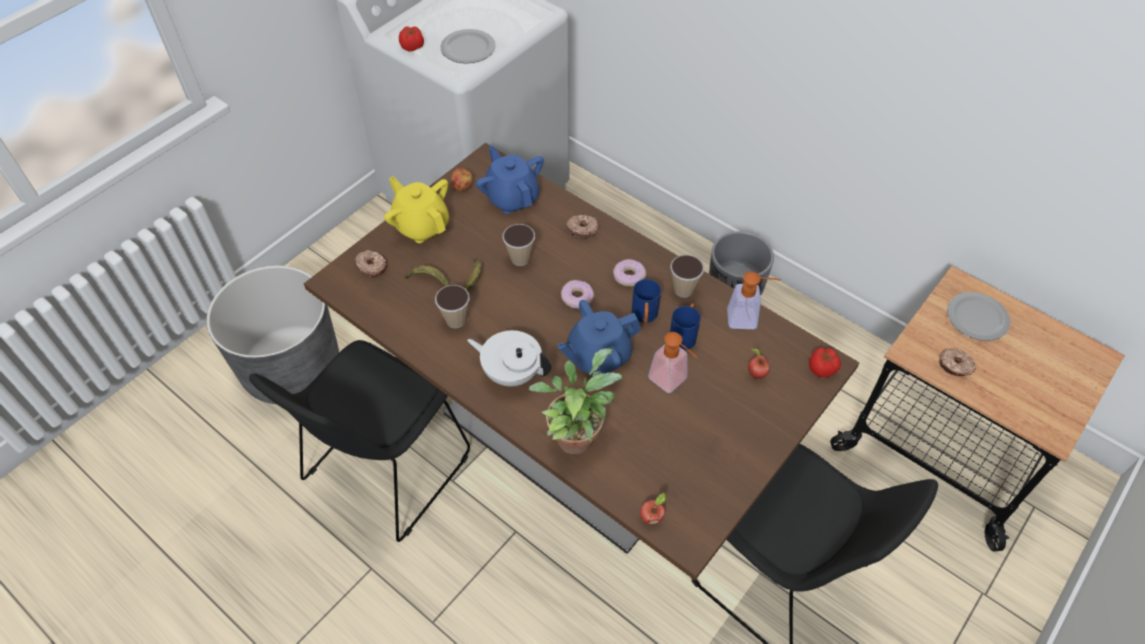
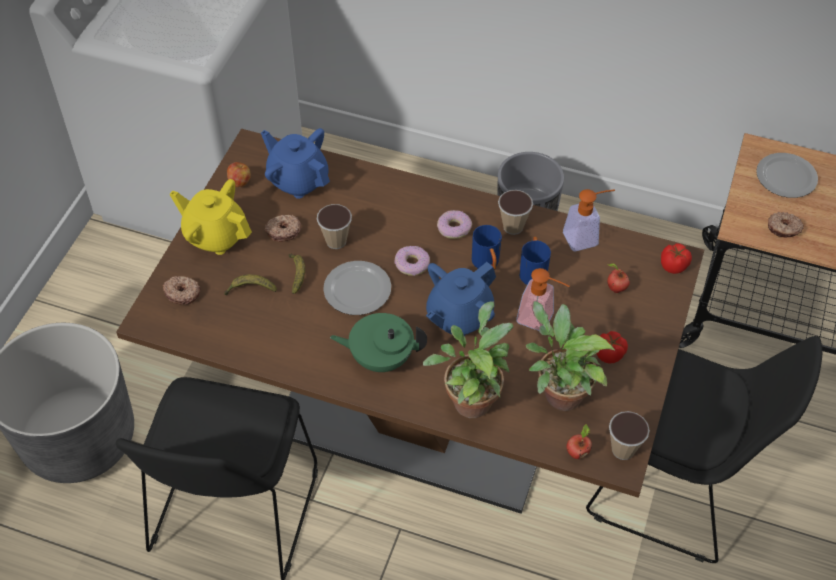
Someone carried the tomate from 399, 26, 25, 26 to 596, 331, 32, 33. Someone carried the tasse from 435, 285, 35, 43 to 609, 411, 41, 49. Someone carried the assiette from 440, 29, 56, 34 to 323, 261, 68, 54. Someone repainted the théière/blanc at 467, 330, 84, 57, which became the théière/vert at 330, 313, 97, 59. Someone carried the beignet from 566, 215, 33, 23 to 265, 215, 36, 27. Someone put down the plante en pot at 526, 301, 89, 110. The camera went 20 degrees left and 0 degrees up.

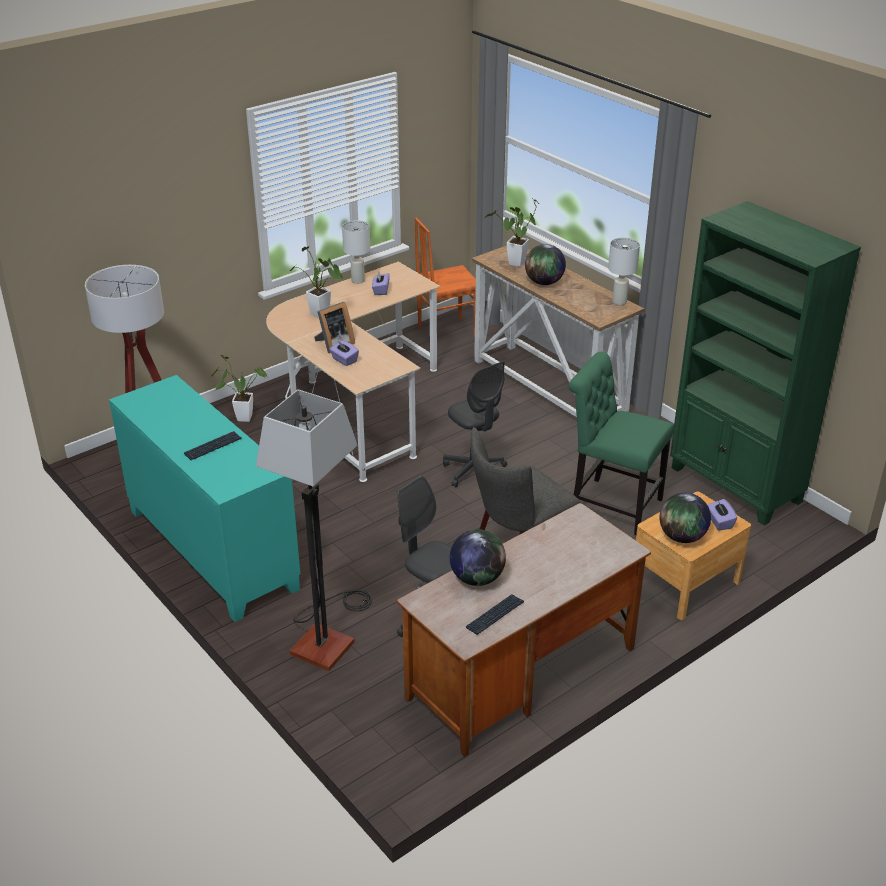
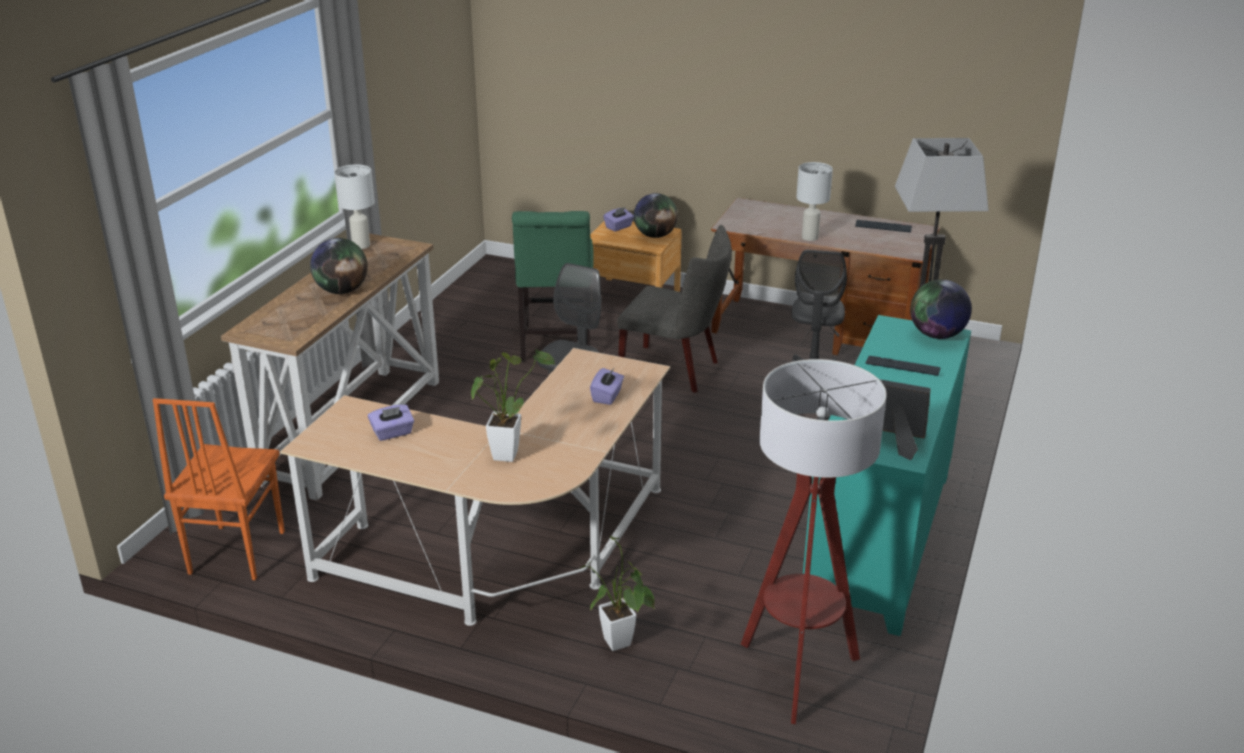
Someone carried the cadre photo from 314, 302, 41, 51 to 879, 379, 51, 82. Someone carried the lampe de table/blanc from 342, 220, 28, 64 to 796, 162, 37, 79. Someone rotated the chaise/orange at 415, 218, 61, 119 by 60 degrees clockwise. Someone carried the globe from 450, 529, 56, 57 to 910, 279, 62, 60. Someone took away the plante en pot at 485, 198, 54, 69. Someone took away the bibliothèque/vert at 670, 201, 191, 324. The camera went 120 degrees left and 5 degrees down.

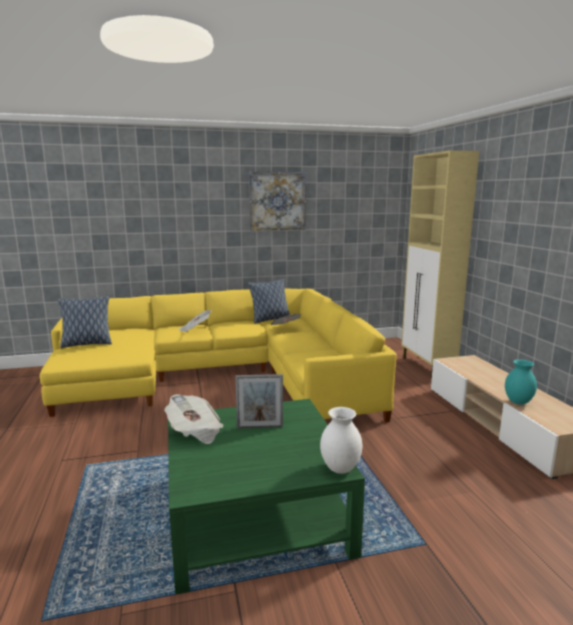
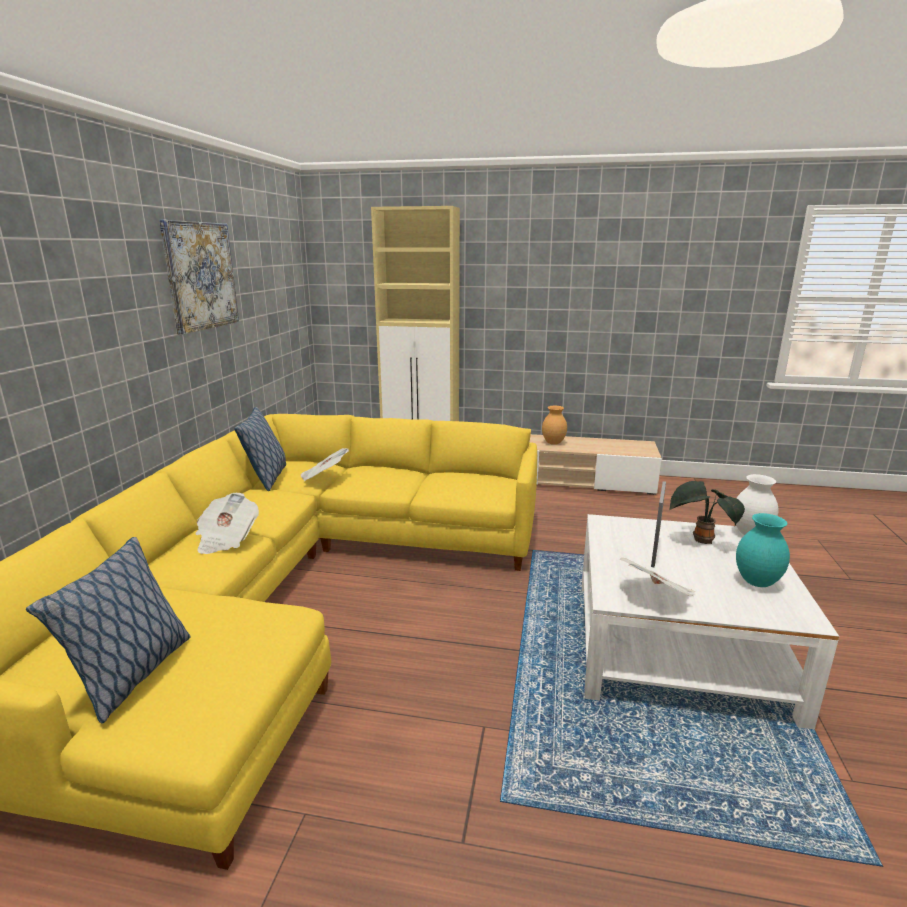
Someone repainted the table basse/vert at 168, 399, 197, 196, which became the table basse/blanc at 582, 514, 257, 215. Someone carried the vase/turquoise from 505, 359, 32, 46 to 736, 513, 54, 74. Someone put down the vase/marron at 542, 406, 25, 39. Someone put down the plante en pot at 669, 481, 76, 63. The camera went 65 degrees left and 5 degrees up.

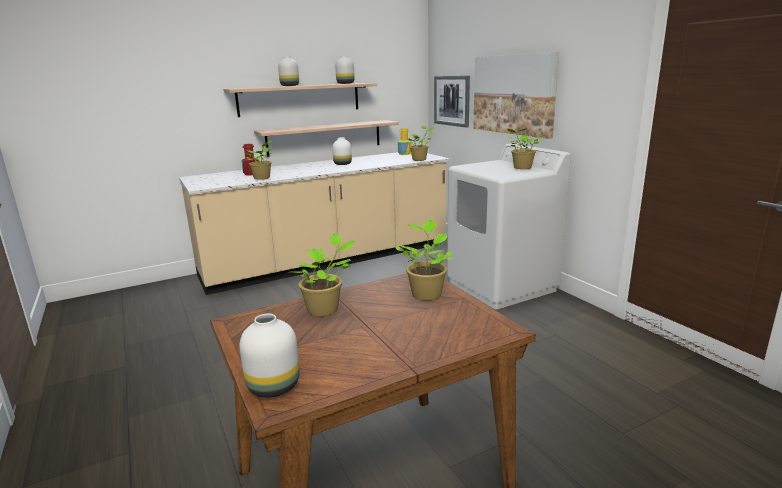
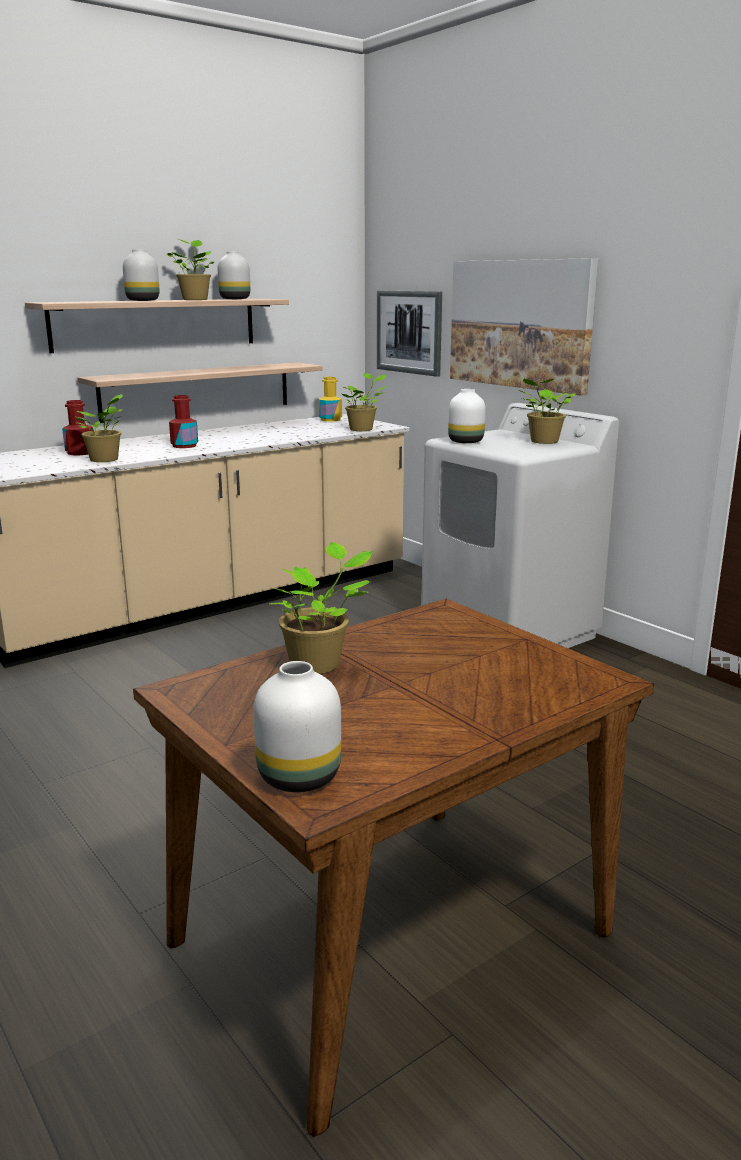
Someone carried the vase/blanc from 332, 137, 20, 28 to 448, 389, 38, 54. Someone carried the plante en pot from 395, 219, 58, 82 to 167, 239, 47, 61. Someone put down the bouteille/rouge at 169, 395, 29, 53. The camera went 10 degrees left and 0 degrees up.

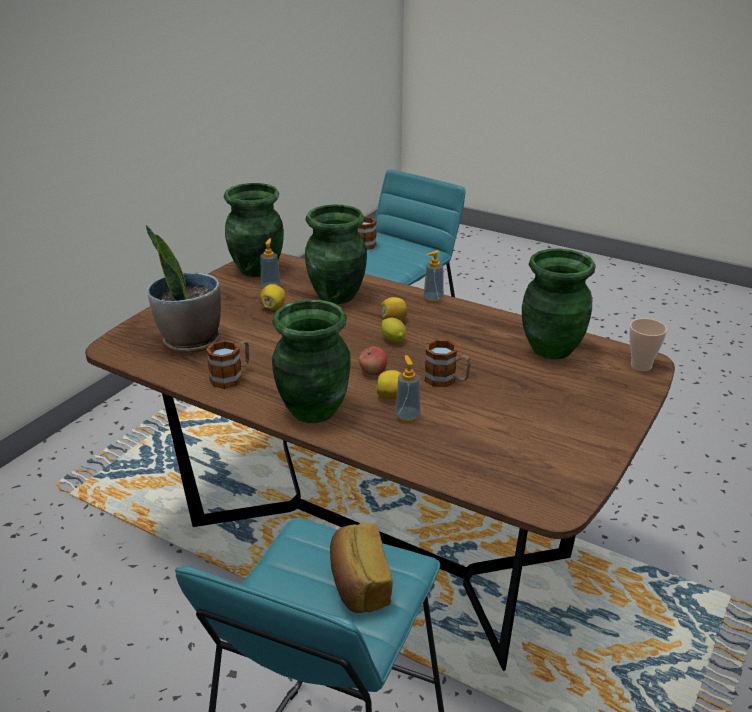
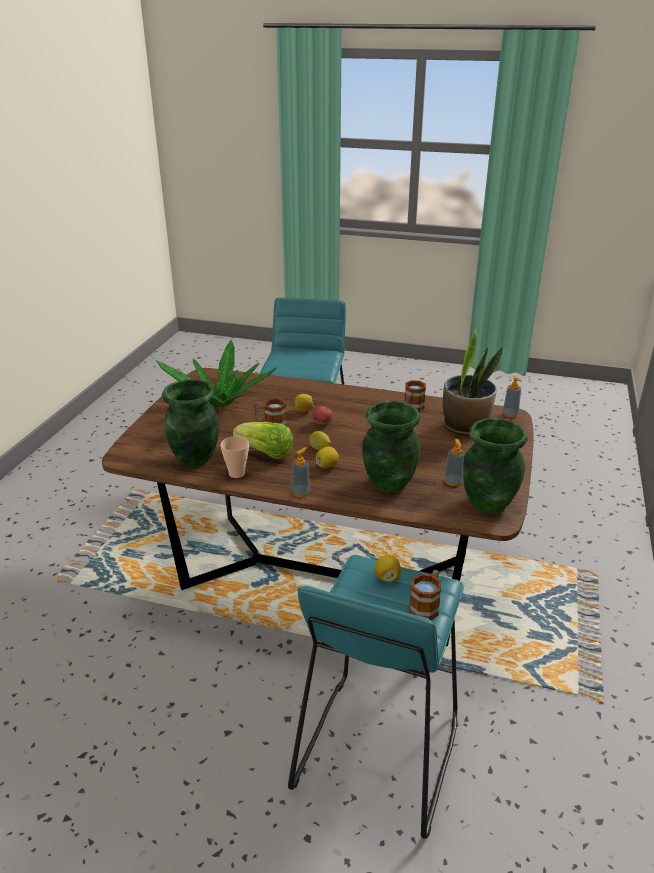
Someone carried the citron from 260, 284, 25, 26 to 375, 555, 26, 27. Someone took away the vase/vert at 272, 299, 79, 124. Someone took away the pain at 330, 523, 63, 90. Someone carried the distributeur de savon from 396, 355, 25, 68 to 503, 376, 19, 41. Someone carried the tasse from 629, 318, 38, 53 to 220, 436, 29, 42. Someone put down the plante en pot at 156, 340, 120, 67. Someone put down the laitue at 233, 422, 60, 38. The camera went 165 degrees right and 0 degrees up.

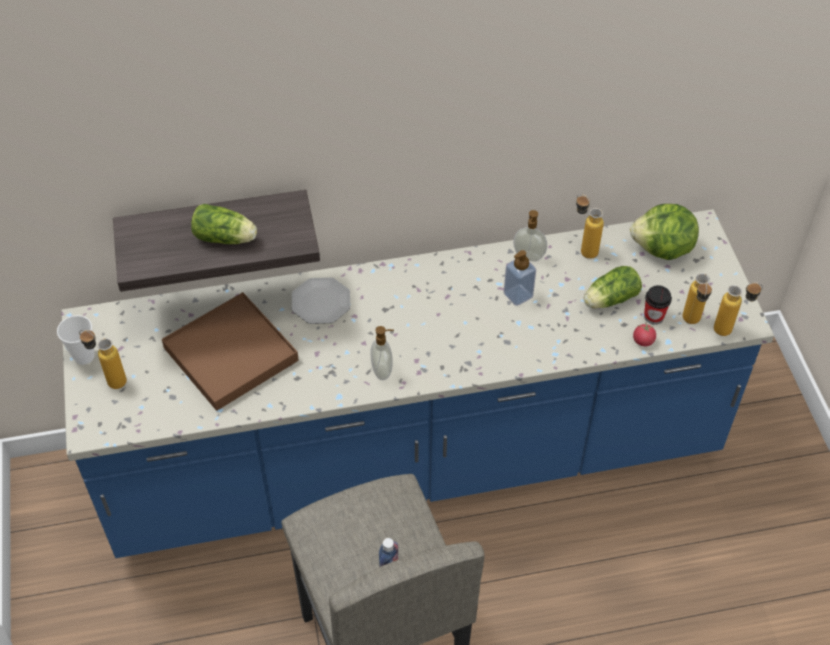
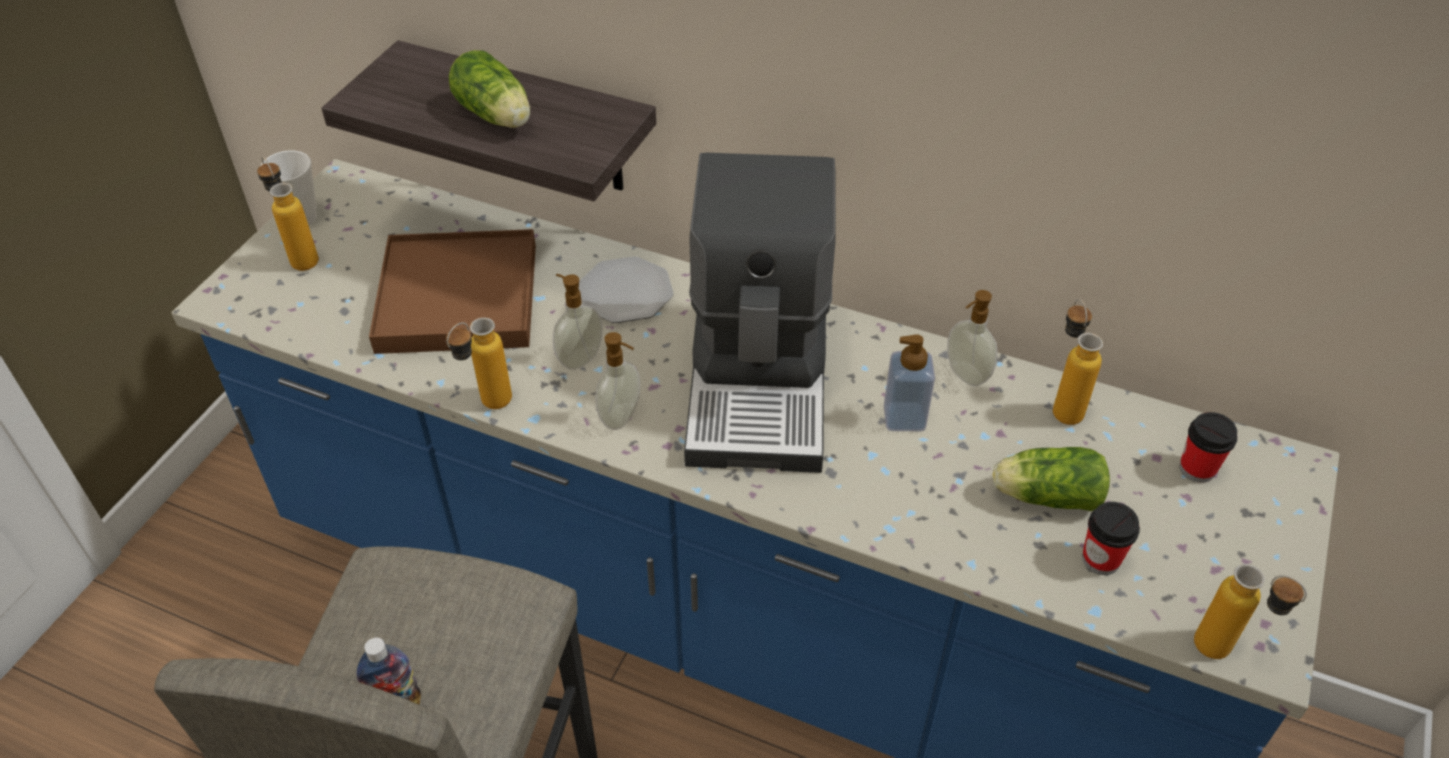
Someone swapped the laitue at 630, 204, 69, 56 for the tasse at 1180, 412, 57, 71. Someone took away the tomate at 633, 324, 23, 22. Someone carried the bouteille from 682, 273, 30, 51 to 446, 318, 66, 91. Someone put down the distributeur de savon at 553, 274, 50, 96. Someone put down the machine à café at 684, 153, 151, 320. The camera went 35 degrees right and 5 degrees down.

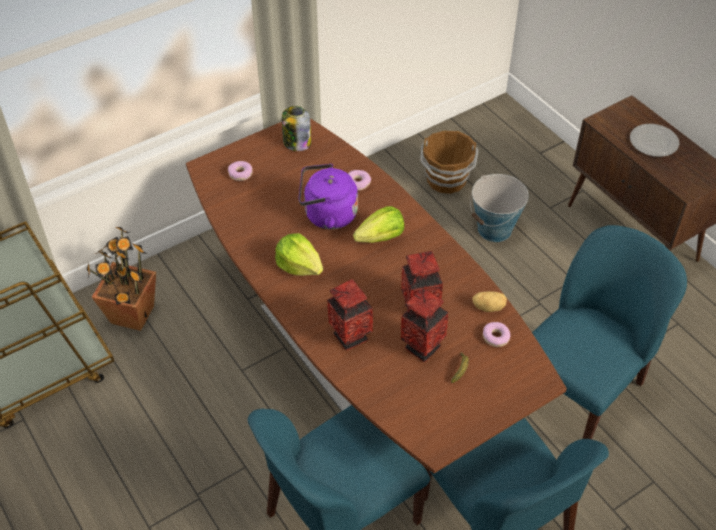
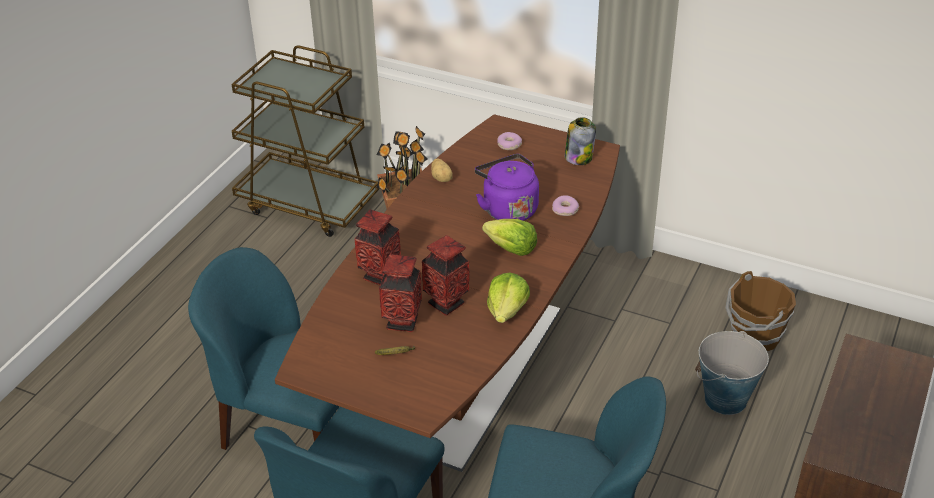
Someone carried the laitue from 275, 233, 48, 43 to 487, 273, 43, 50. Someone carried the pomme de terre from 472, 291, 35, 21 to 431, 159, 22, 23. Someone took away the beignet at 483, 322, 27, 25. Someone took away the assiette at 630, 124, 50, 33. The camera went 60 degrees right and 10 degrees down.

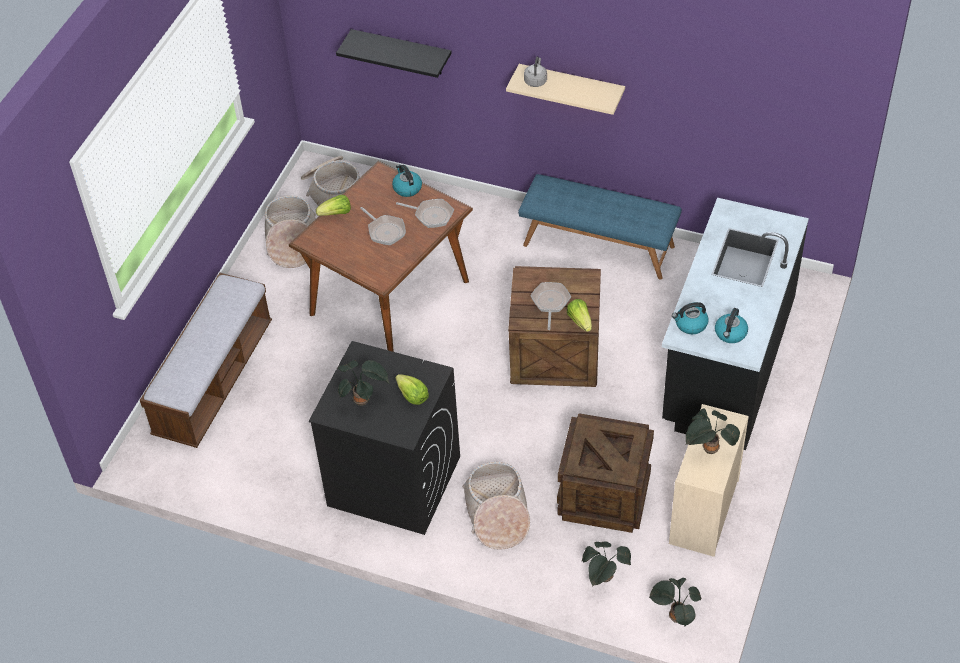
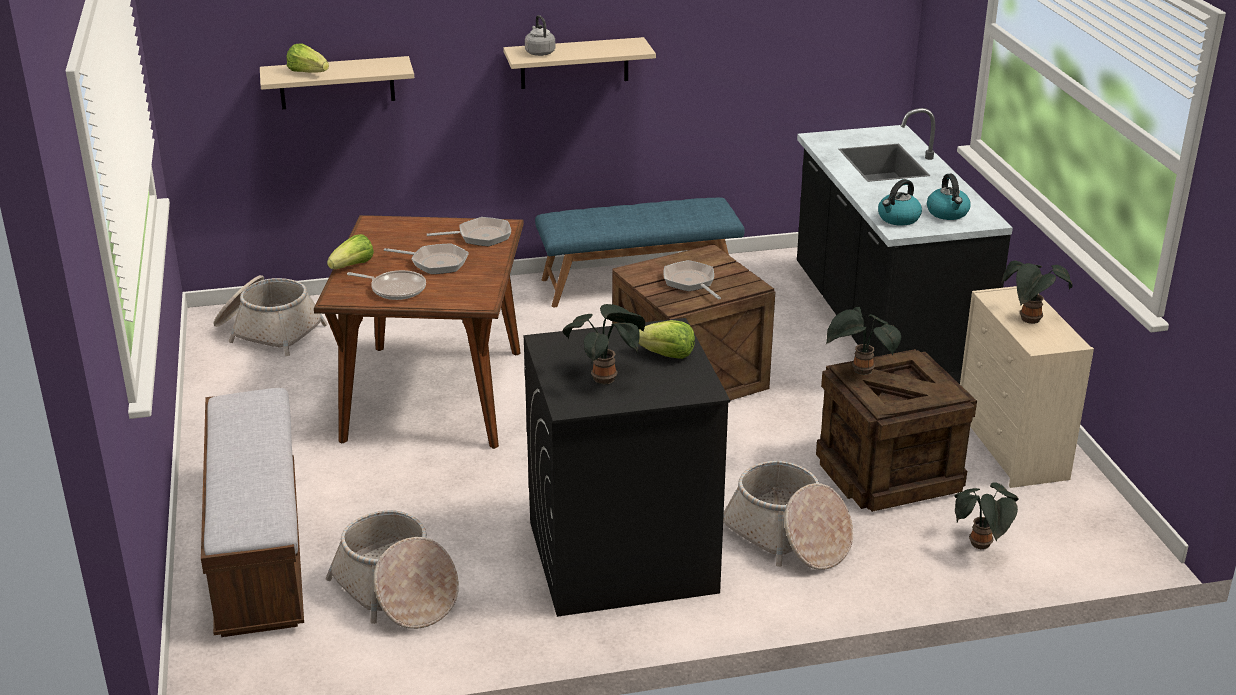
Someone carried the panier from 265, 196, 51, 72 to 325, 510, 134, 119. Someone repainted the étagère/noir at 336, 29, 116, 49, which became the étagère/beige at 260, 56, 154, 53. Someone took away the bouilloire at 392, 164, 30, 33. Someone carried the laitue from 567, 299, 25, 33 to 286, 43, 43, 30. Someone carried the plante en pot from 649, 578, 52, 48 to 826, 307, 75, 68. Someone put down the poêle at 347, 270, 79, 30. The camera went 35 degrees left and 20 degrees down.

